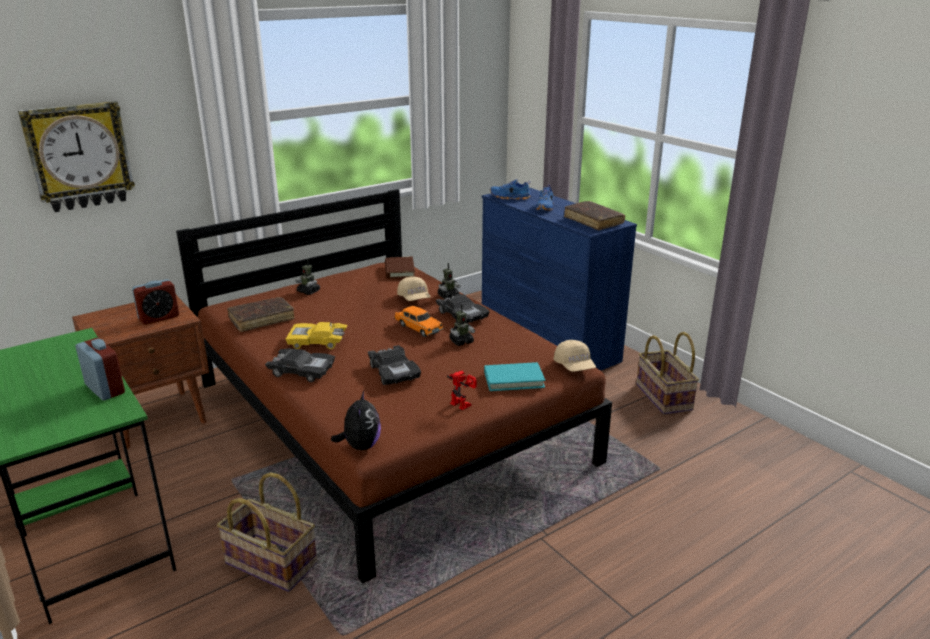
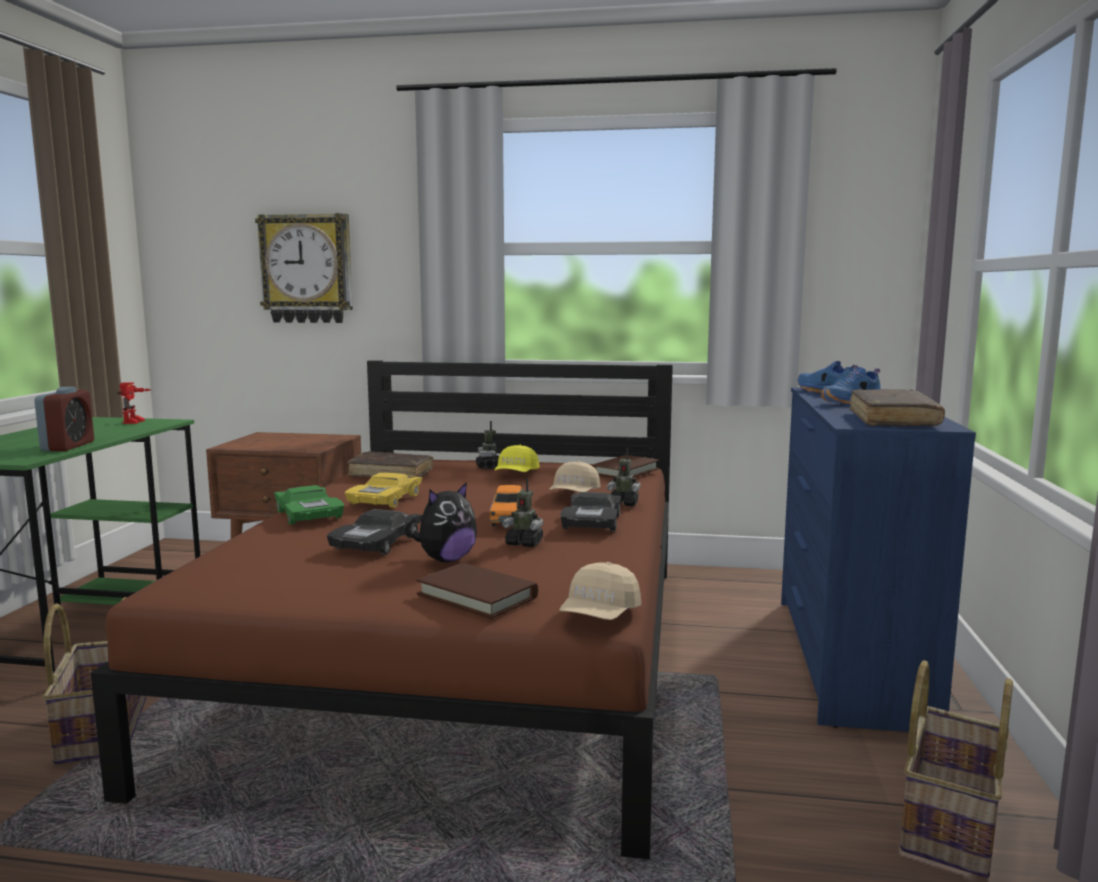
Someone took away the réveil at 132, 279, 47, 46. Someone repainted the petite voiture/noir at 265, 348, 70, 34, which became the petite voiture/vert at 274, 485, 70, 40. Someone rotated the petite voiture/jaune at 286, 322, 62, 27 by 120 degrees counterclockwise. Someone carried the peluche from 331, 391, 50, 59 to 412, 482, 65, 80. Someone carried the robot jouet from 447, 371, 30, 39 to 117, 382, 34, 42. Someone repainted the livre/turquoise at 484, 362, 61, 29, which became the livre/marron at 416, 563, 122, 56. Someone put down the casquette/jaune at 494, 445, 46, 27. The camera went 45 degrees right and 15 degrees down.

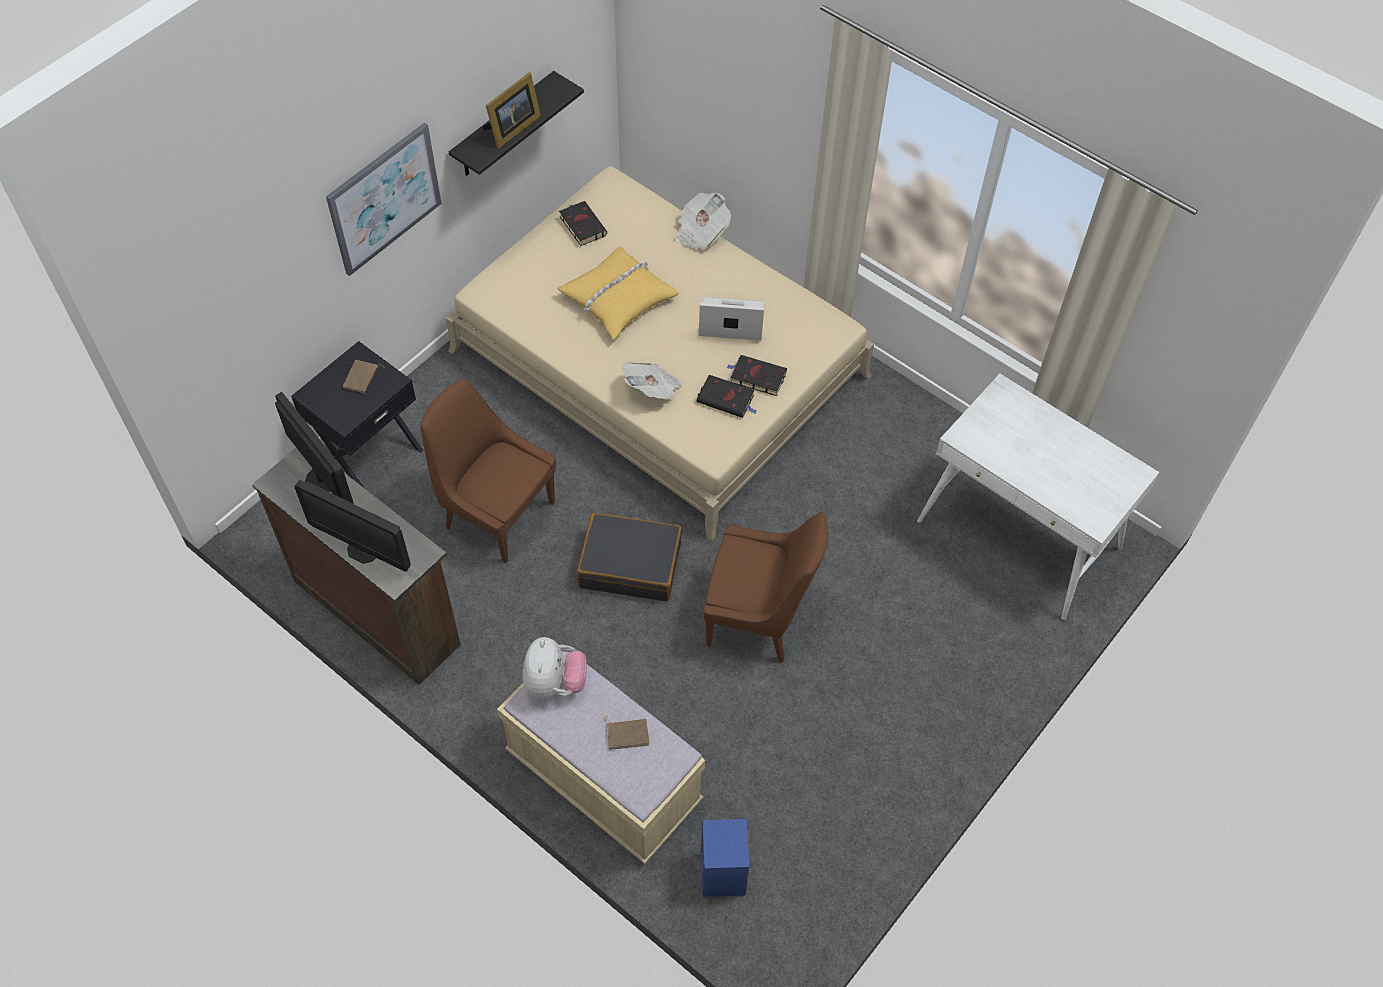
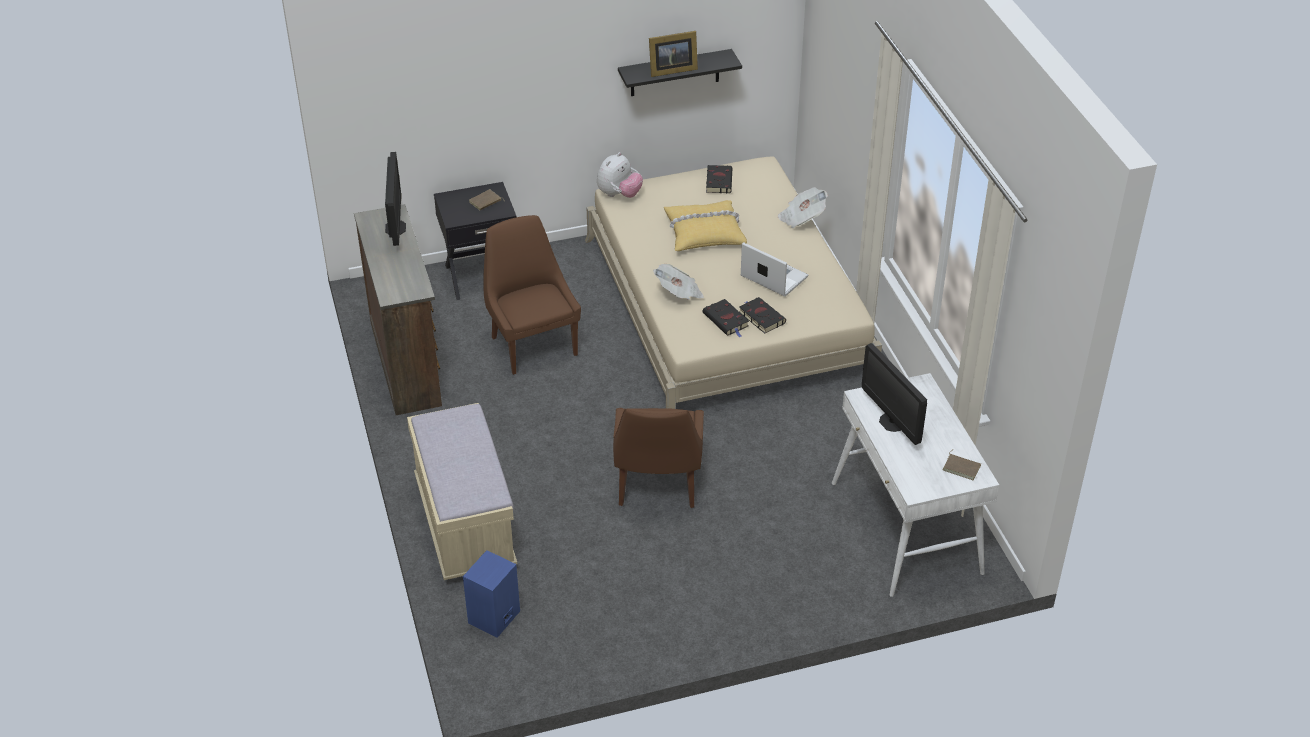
Someone carried the écran d'ordinateur from 295, 480, 116, 92 to 862, 343, 65, 102. Someone took away the tableau at 326, 123, 116, 153. Someone carried the peluche from 522, 637, 64, 63 to 597, 152, 46, 46. Someone took away the valise/noir at 577, 513, 105, 88. Someone carried the livre/marron from 605, 718, 45, 32 to 943, 451, 38, 29. Someone rotated the chaise/marron at 704, 512, 124, 151 by 45 degrees clockwise. The camera went 35 degrees right and 15 degrees down.

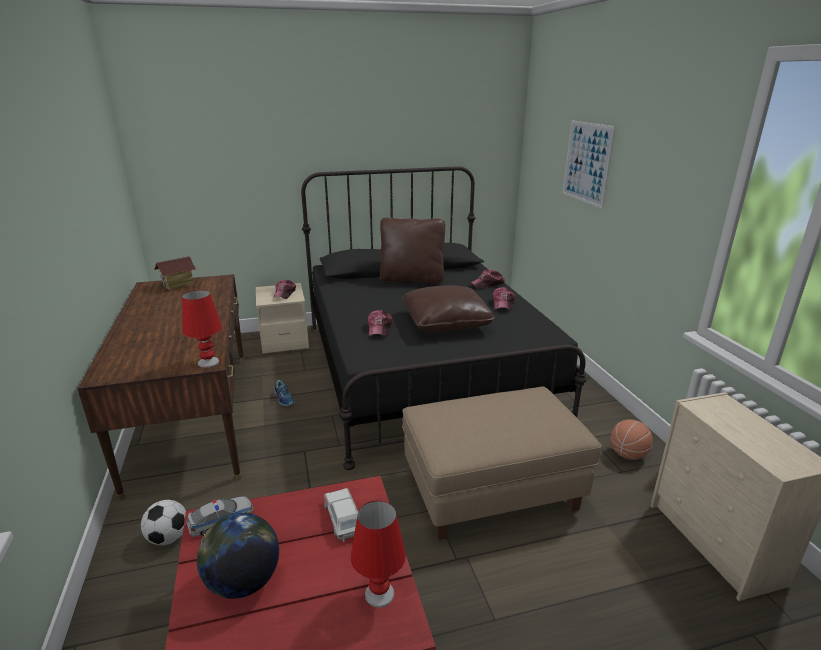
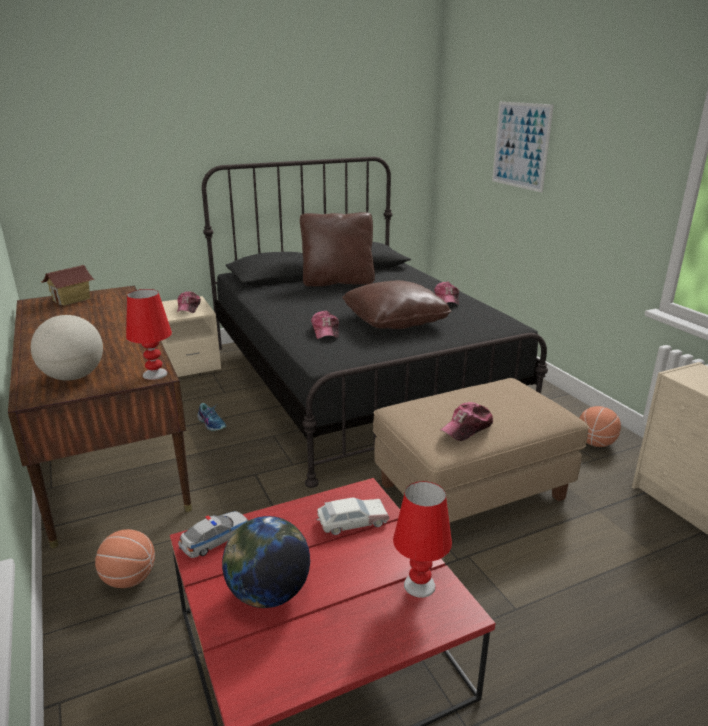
Someone swapped the ballon de foot at 141, 500, 45, 45 for the ballon de basket at 95, 529, 60, 59. Someone rotated the petite voiture at 324, 488, 34, 54 by 105 degrees clockwise. Someone carried the casquette from 470, 270, 35, 19 to 440, 402, 53, 39. Someone put down the globe at 31, 315, 72, 66. The camera went 10 degrees left and 0 degrees up.

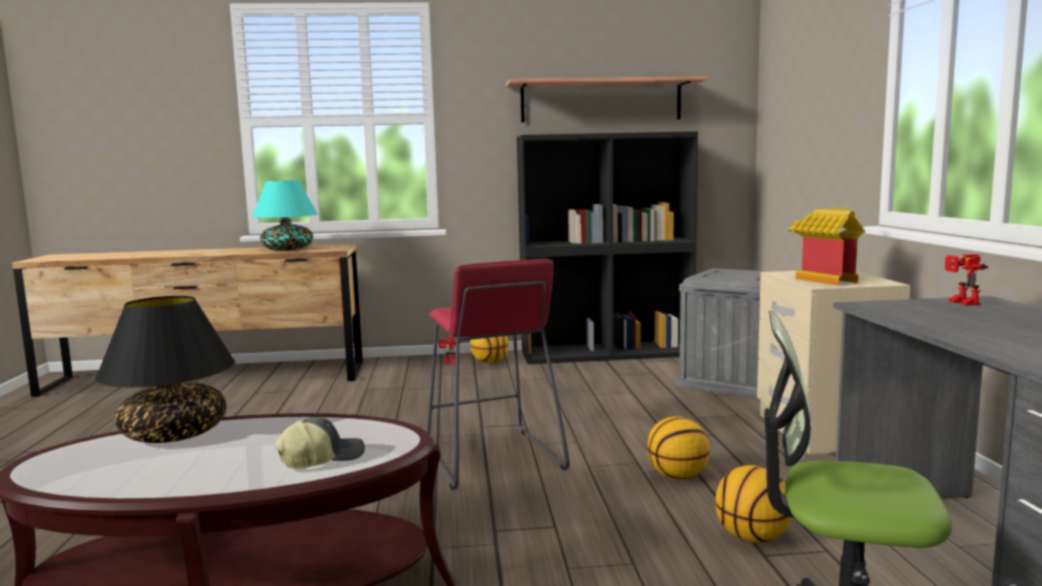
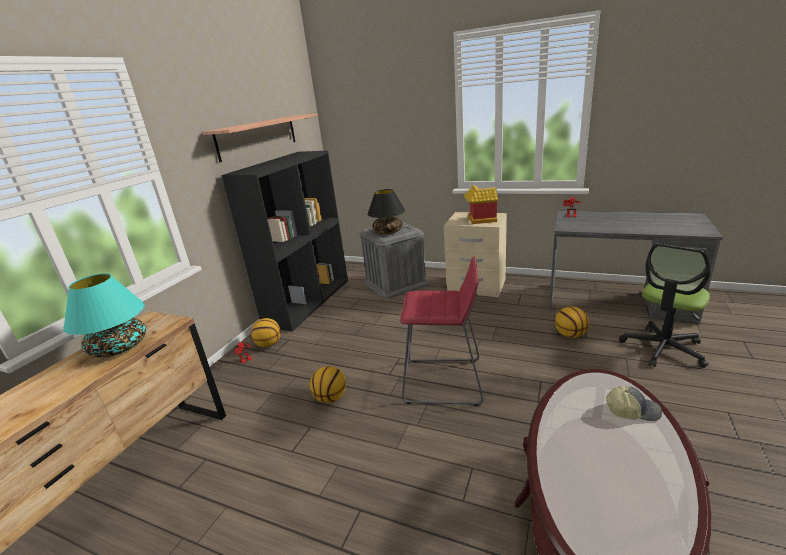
Someone carried the lampe de table/noir from 95, 296, 140, 147 to 367, 189, 38, 45. Someone rotated the casquette at 274, 417, 91, 52 by 105 degrees clockwise. Someone carried the ballon de basket from 647, 416, 63, 64 to 310, 366, 36, 37. The camera went 60 degrees left and 15 degrees up.

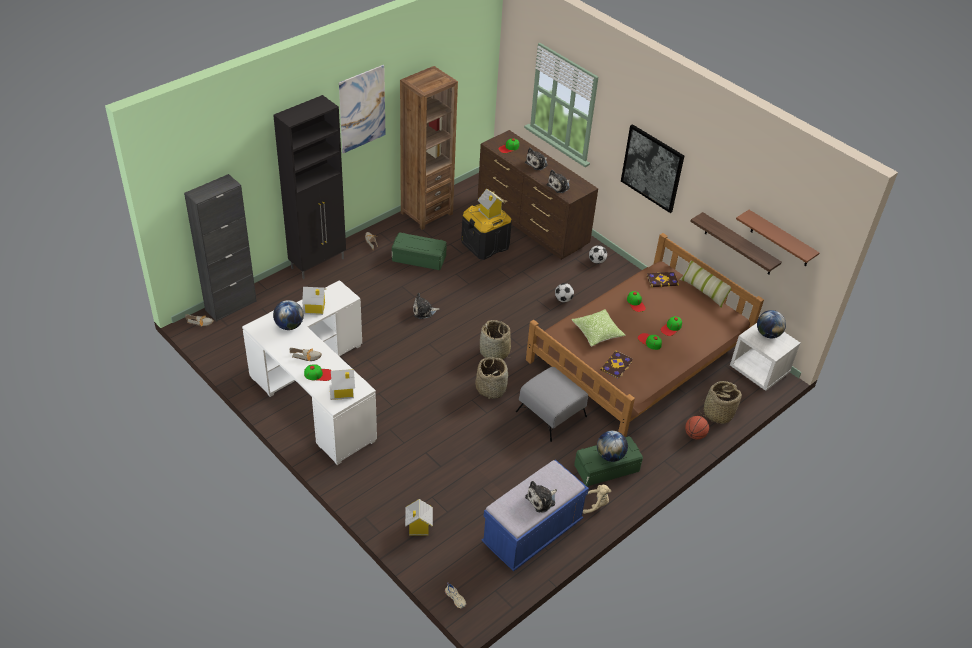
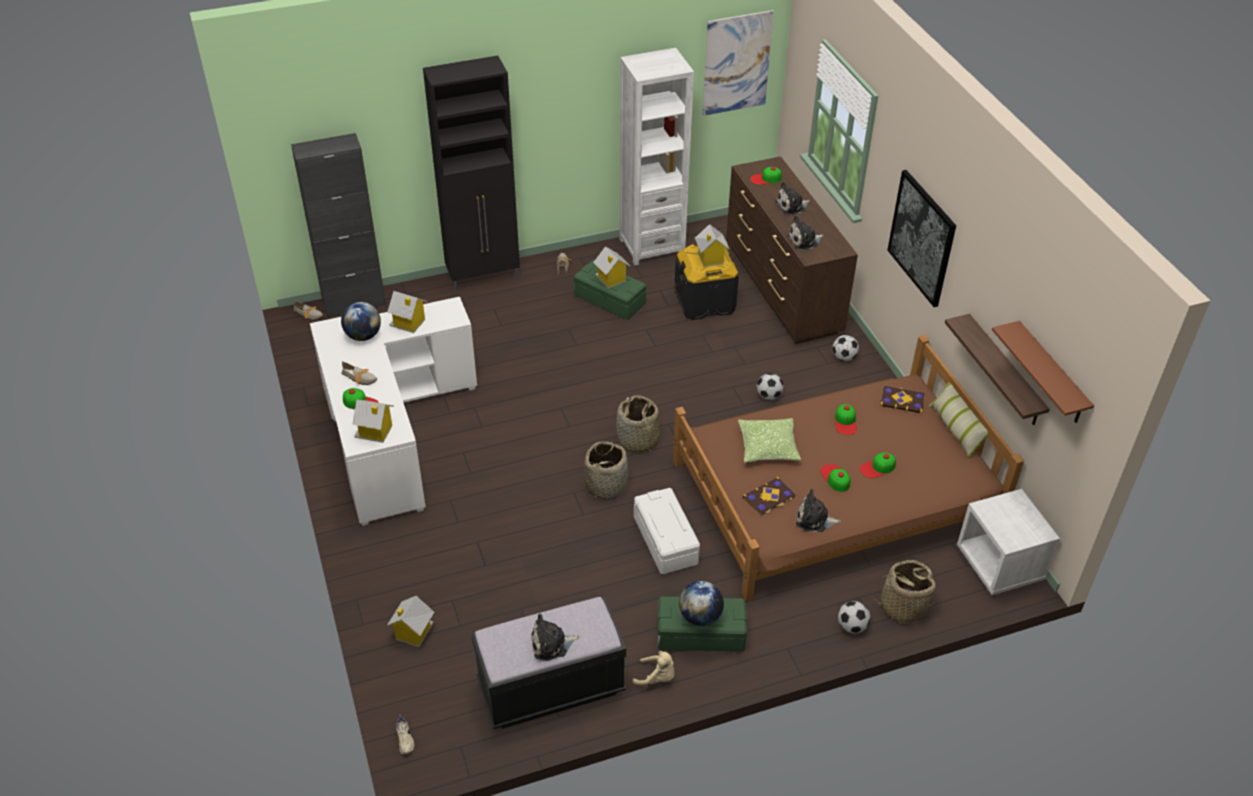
Someone carried the tableau from 339, 65, 46, 88 to 702, 10, 72, 106. Someone repainted the bibliothèque/marron at 400, 66, 58, 164, which became the bibliothèque/blanc at 620, 48, 74, 217. Someone carried the peluche from 413, 293, 27, 26 to 796, 489, 45, 43. Someone repainted the banc/bleu at 482, 460, 107, 111, which became the banc/noir at 471, 597, 155, 132. Someone swapped the pouf/gris at 516, 367, 72, 75 for the boîte de rangement/blanc at 634, 488, 66, 86. Someone swapped the ballon de basket at 685, 416, 24, 23 for the ballon de foot at 838, 601, 32, 32. Someone took away the globe at 757, 310, 29, 28. Someone put down the maison miniature at 593, 246, 37, 42. The camera went 25 degrees right and 0 degrees up.

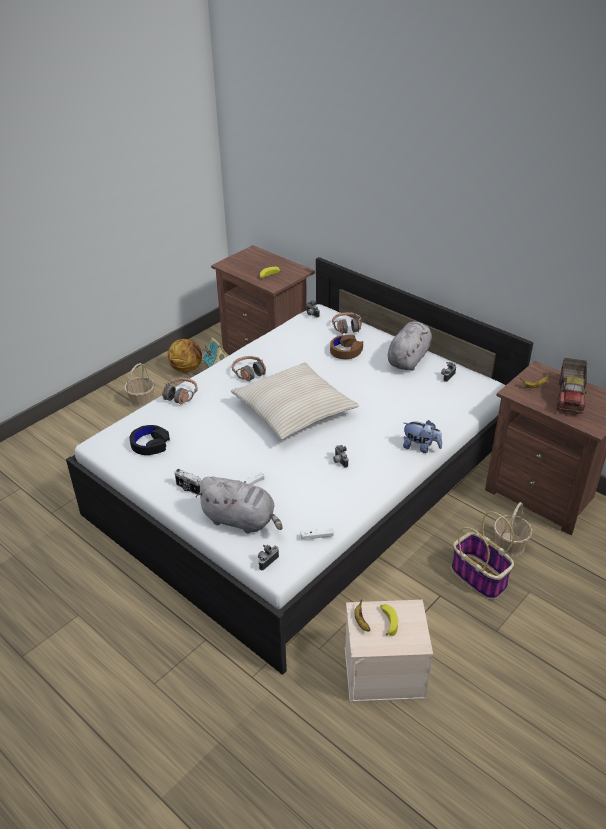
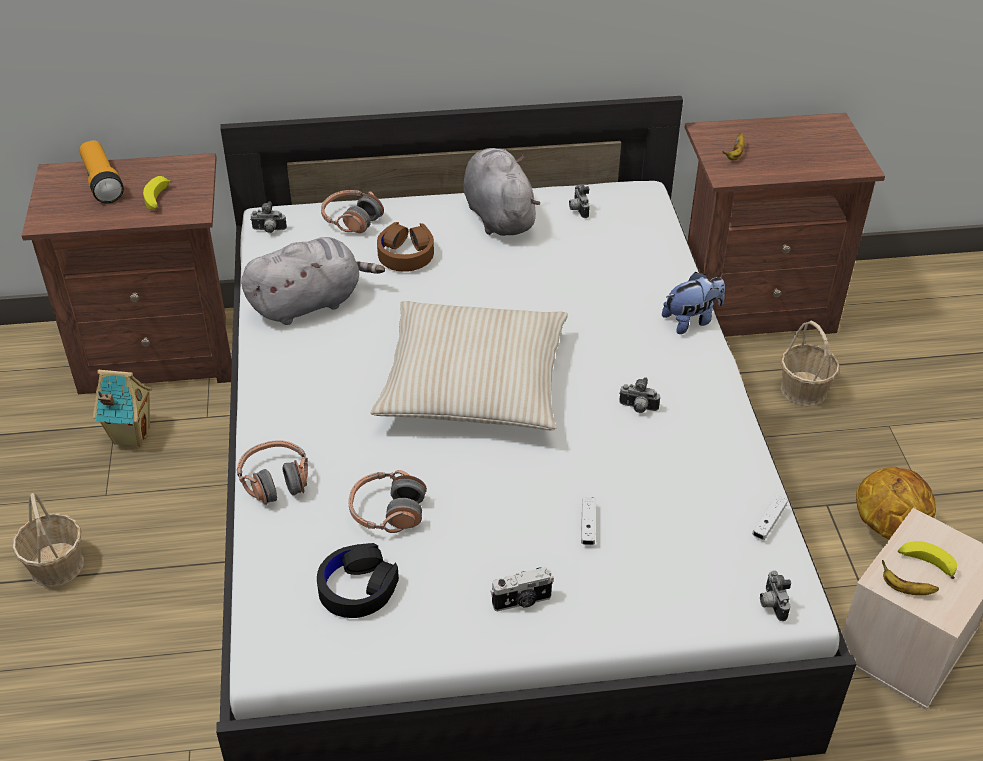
Someone carried the ballon de basket from 168, 339, 34, 34 to 856, 467, 80, 72. Someone carried the peluche/gris from 195, 477, 88, 57 to 241, 237, 144, 88. Someone carried the casque audio from 232, 356, 34, 25 to 348, 470, 79, 63. Someone took away the panier at 451, 511, 63, 89. Someone took away the camion jouet at 557, 357, 30, 57. Someone put down the lampe de poche at 80, 140, 44, 63. The camera went 50 degrees left and 5 degrees up.

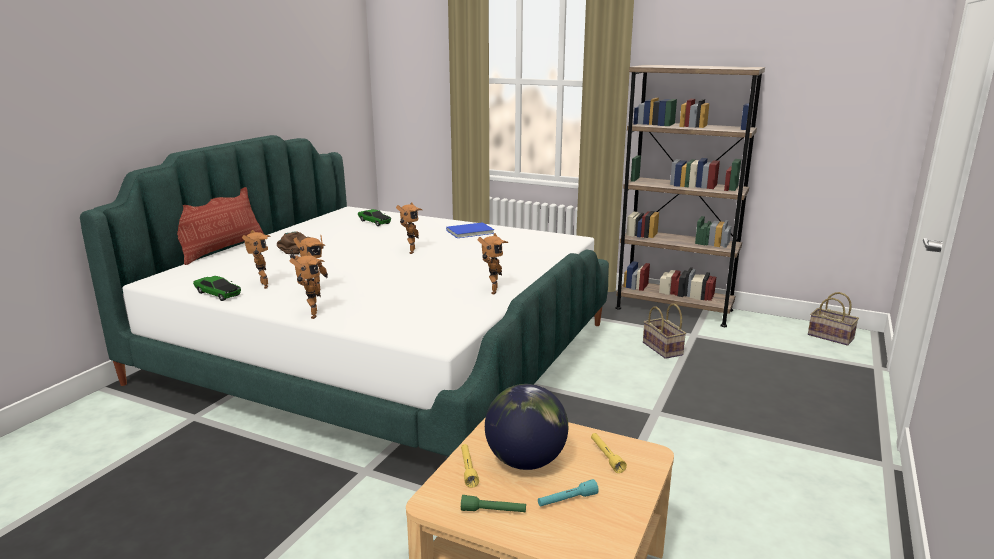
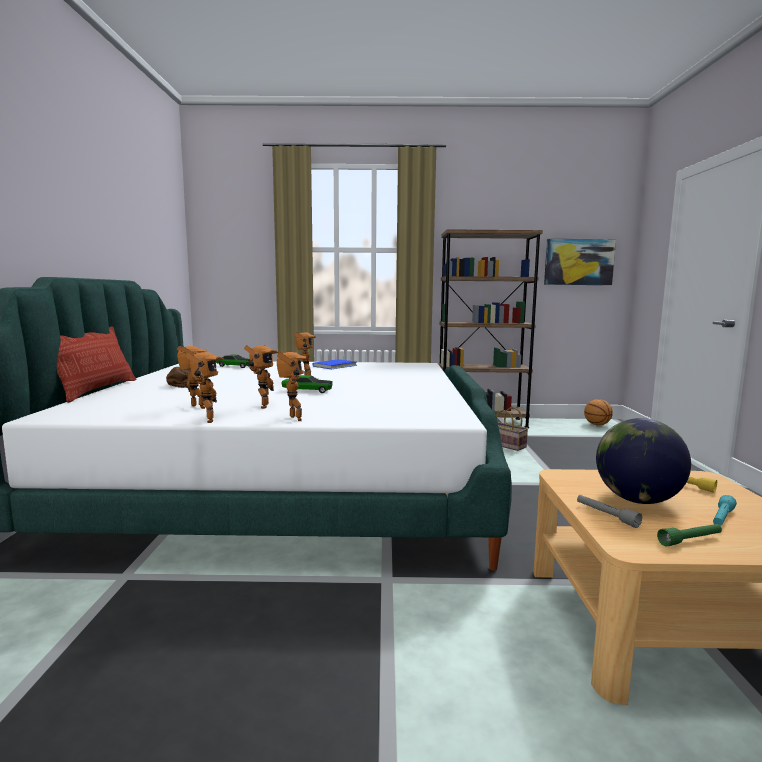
Someone carried the petite voiture from 193, 276, 48, 25 to 281, 375, 52, 18. Someone repainted the lampe de poche/jaune at 461, 444, 18, 44, which became the lampe de poche/gris at 577, 495, 65, 33. Someone carried the robot jouet from 477, 233, 31, 61 to 185, 351, 39, 72. Someone swapped the panier at 808, 292, 51, 54 for the ballon de basket at 584, 399, 29, 26. Someone put up the tableau at 544, 239, 72, 46. The camera went 25 degrees left and 10 degrees down.

